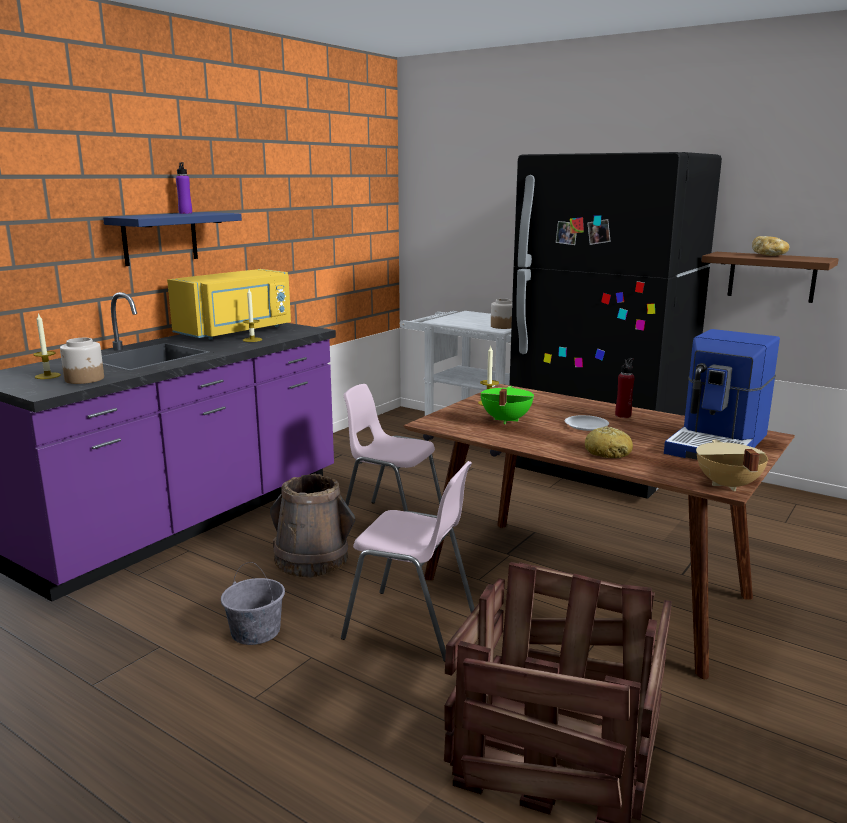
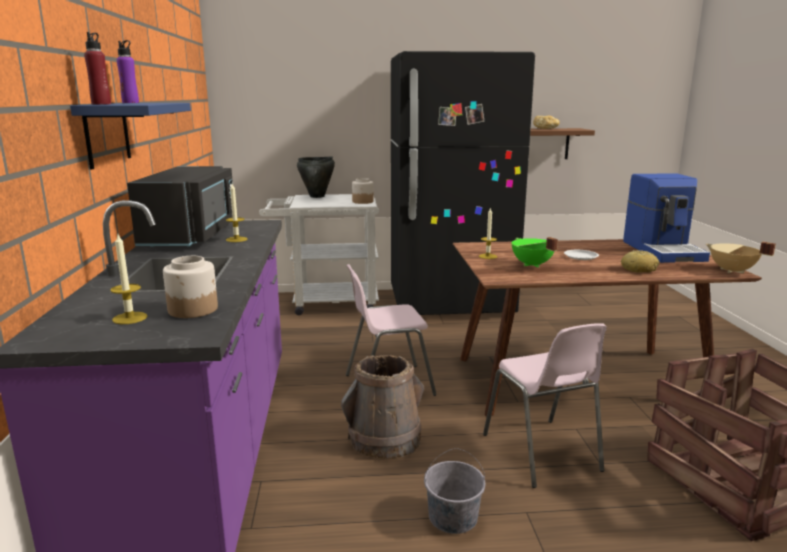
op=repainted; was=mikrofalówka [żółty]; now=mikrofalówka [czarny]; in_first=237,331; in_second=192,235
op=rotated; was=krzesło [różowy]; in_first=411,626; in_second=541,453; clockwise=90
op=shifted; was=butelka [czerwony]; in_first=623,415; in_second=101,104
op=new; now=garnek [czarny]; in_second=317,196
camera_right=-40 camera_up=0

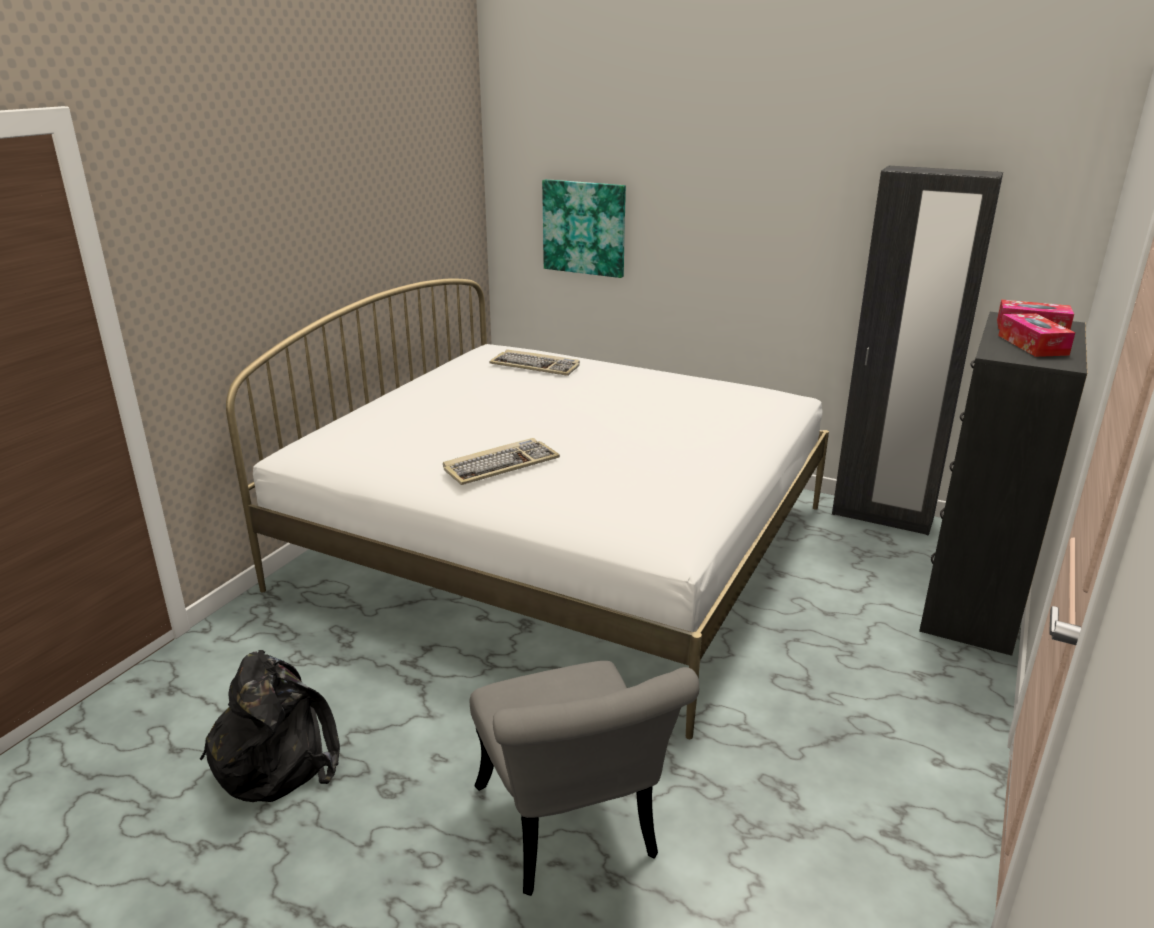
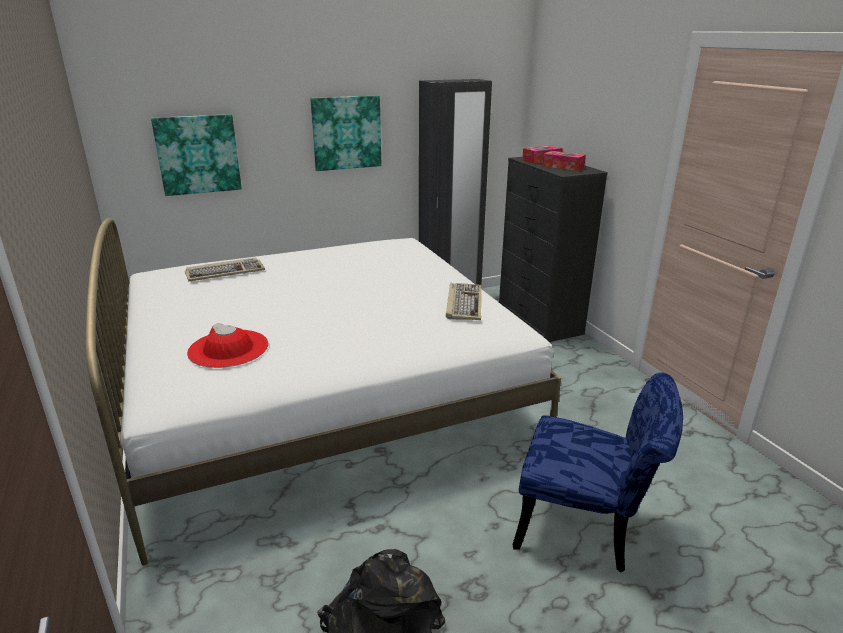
op=shifted; was=klawiatura; in_first=501,465; in_second=463,303
op=repainted; was=krzesło [szary]; now=krzesło [niebieski]; in_first=572,833; in_second=587,528
op=new; now=kapelusz [czerwony]; in_second=228,349
op=new; now=obraz; in_second=346,133
camera_right=-50 camera_up=0

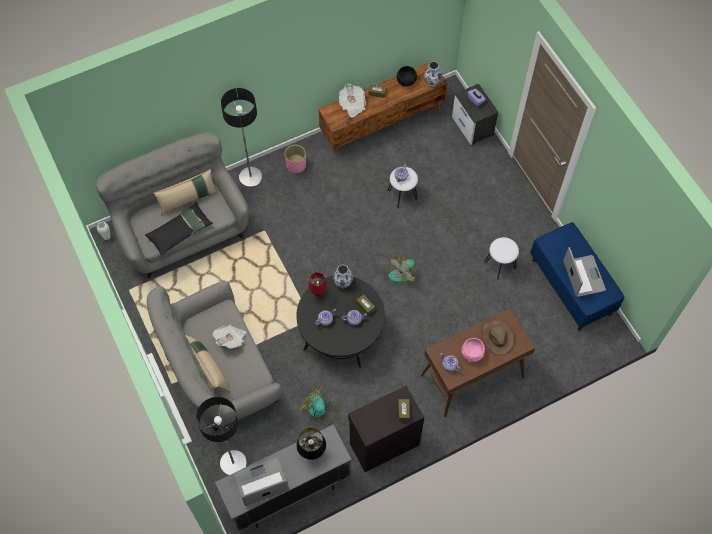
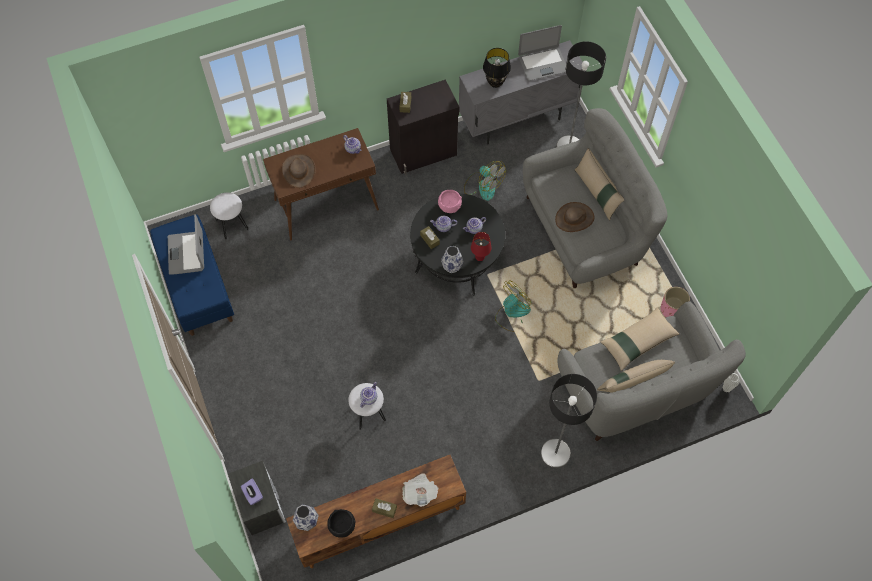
op=repainted; was=poduszka [czarny]; now=poduszka [beżowy]; in_first=180,232; in_second=638,341
op=swapped; was=gazeta; now=kapelusz [brązowy]; in_first=231,339; in_second=574,218
op=shifted; was=donica [różowy]; in_first=296,165; in_second=671,309
op=shifted; was=wentylator; in_first=404,272; in_second=512,313
op=shifted; was=miska [różowy]; in_first=472,353; in_second=449,206
op=shifted; was=stołek [biały]; in_first=500,265; in_second=232,224
camera_right=-175 camera_up=0

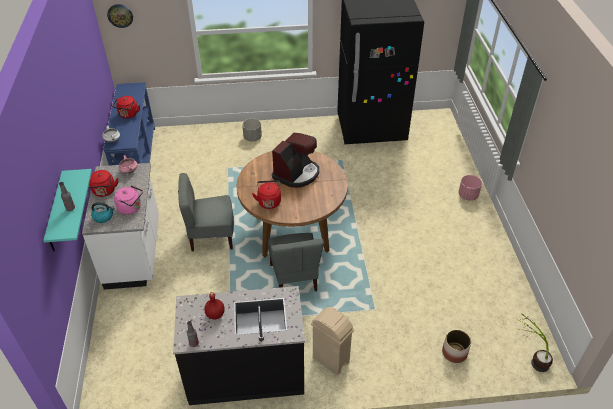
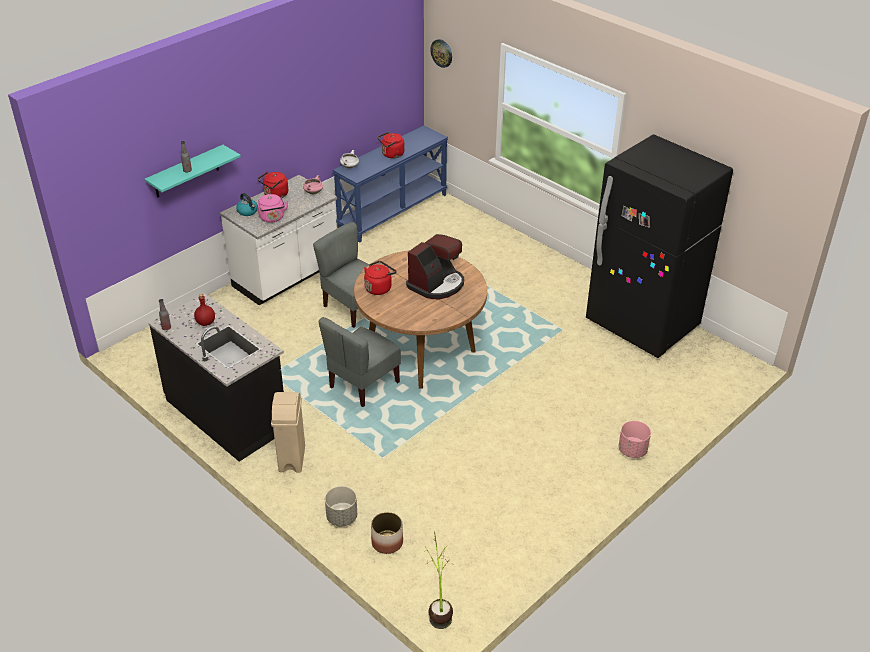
op=shifted; was=donica [szary]; in_first=252,138; in_second=341,517
op=rotated; was=ekspres do kawy; in_first=296,174; in_second=436,284; clockwise=-45
camera_right=50 camera_up=-5

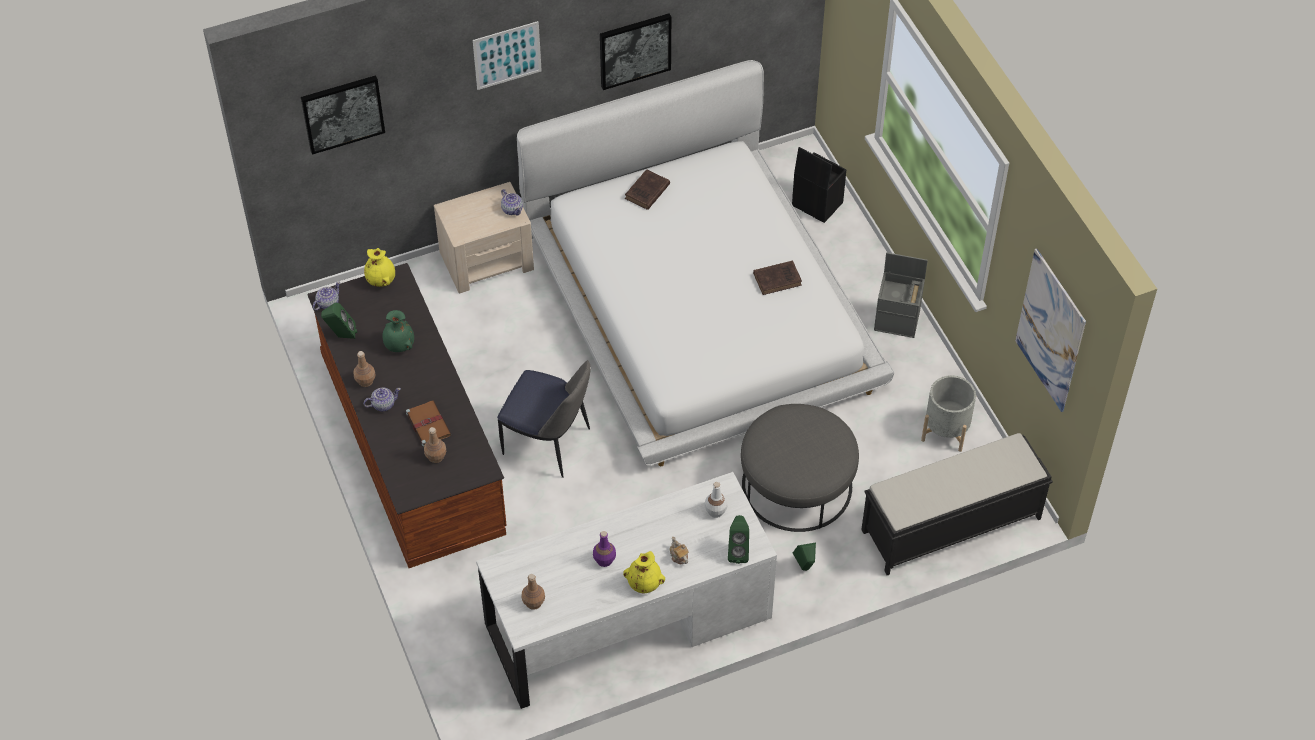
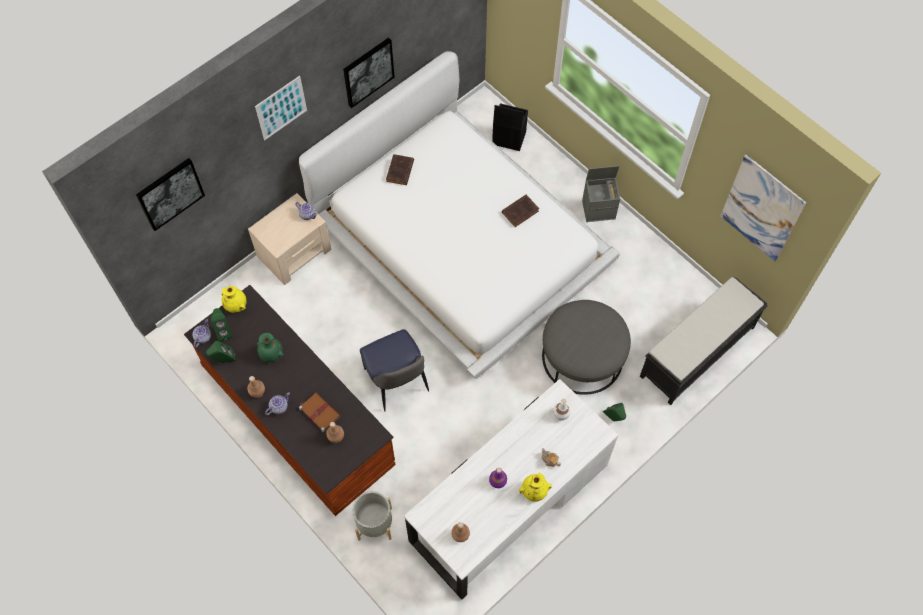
op=rotated; was=krzesło; in_first=549,443; in_second=397,382; clockwise=60
op=shifted; was=głośnik [zielony]; in_first=738,551; in_second=224,331
op=shifted; was=donica [szary]; in_first=946,430; in_second=374,523
camera_right=-20 camera_up=10

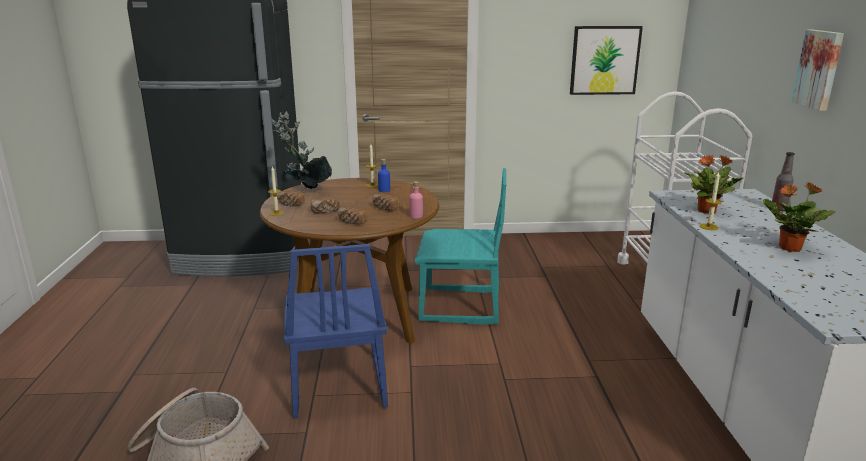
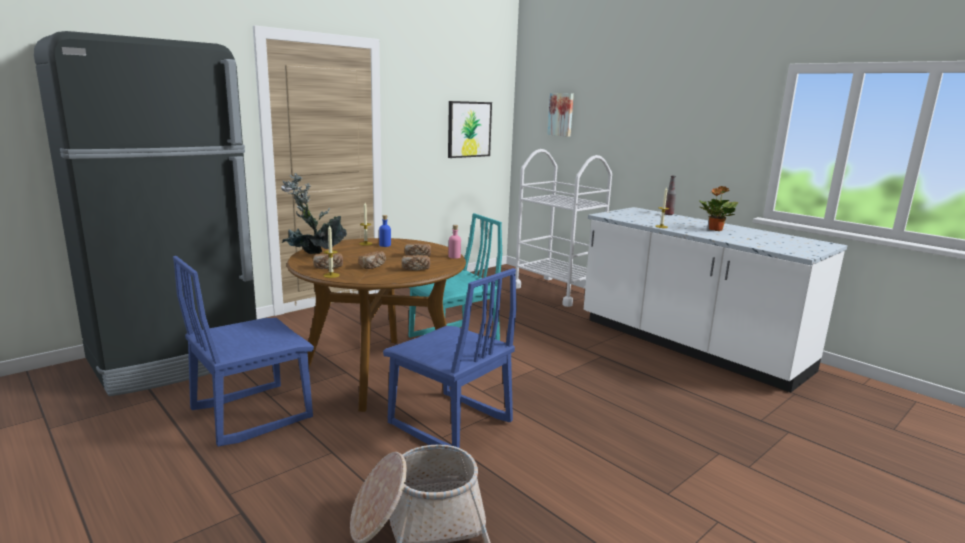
op=gone; was=roślina doniczkowa; in_first=707,211
op=shifted; was=obraz; in_first=819,69; in_second=561,114
op=new; now=krzesło [niebieski]; in_second=251,414
camera_right=-40 camera_up=-5

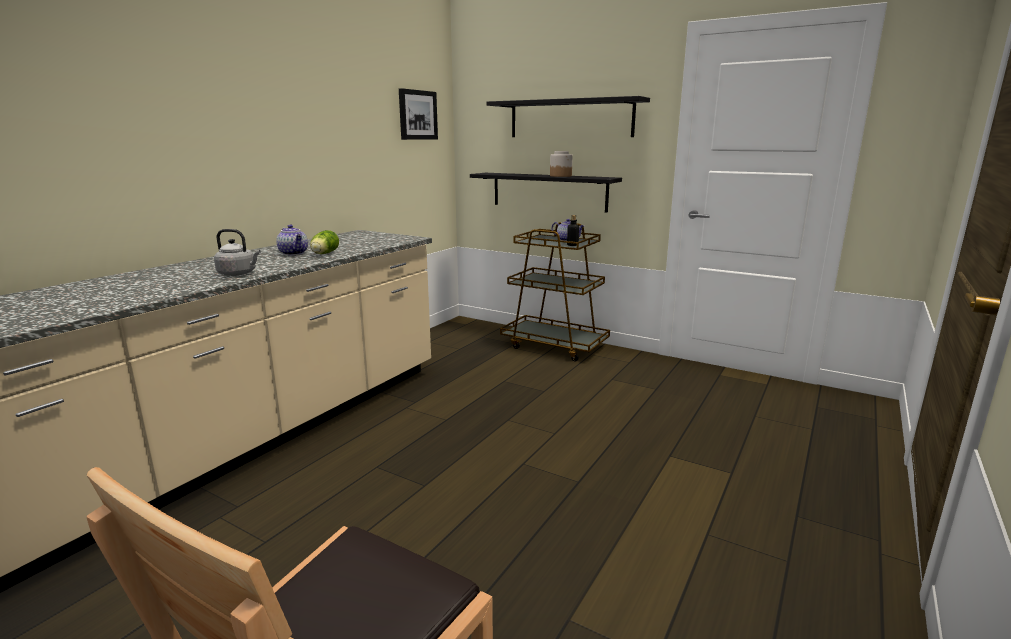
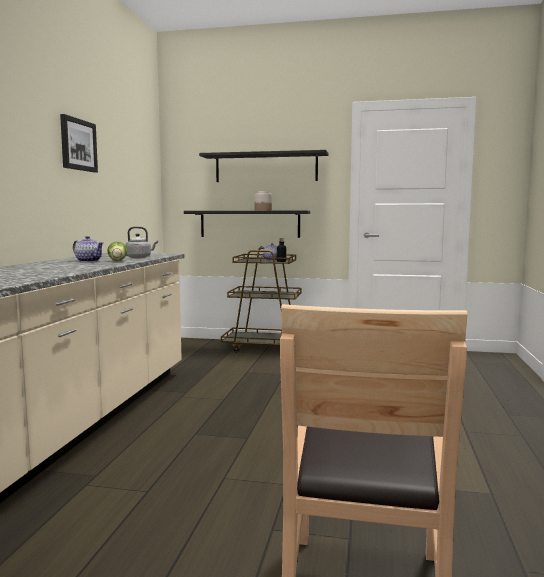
op=shifted; was=czajnik [szary]; in_first=239,274; in_second=140,257
op=shifted; was=obraz; in_first=417,115; in_second=78,145
camera_right=-20 camera_up=-10

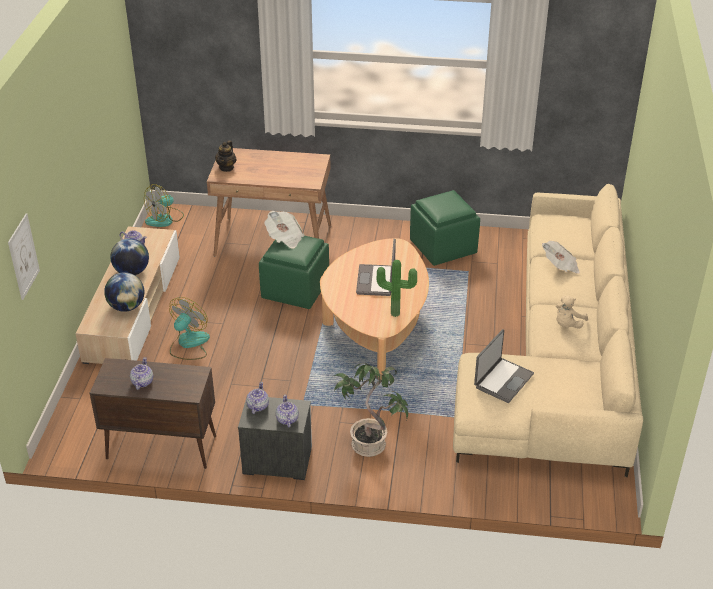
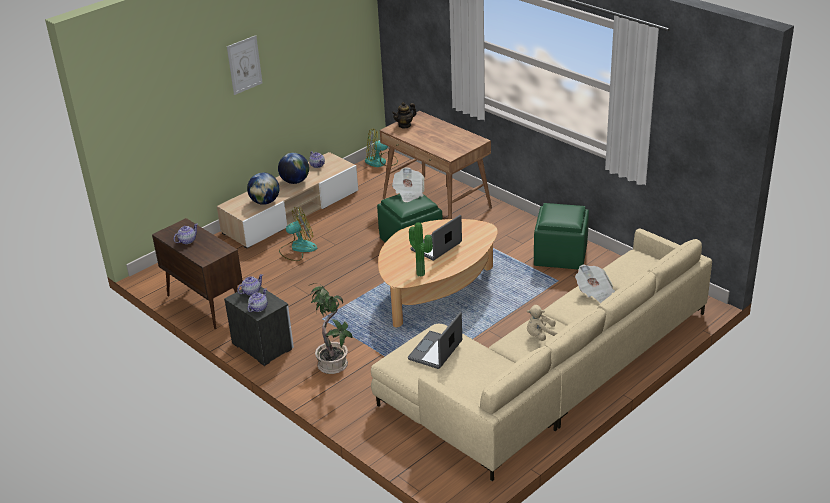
op=shifted; was=obraz; in_first=23,256; in_second=244,65
op=rotated; was=laptop; in_first=502,380; in_second=436,351; clockwise=135
camera_right=40 camera_up=-5

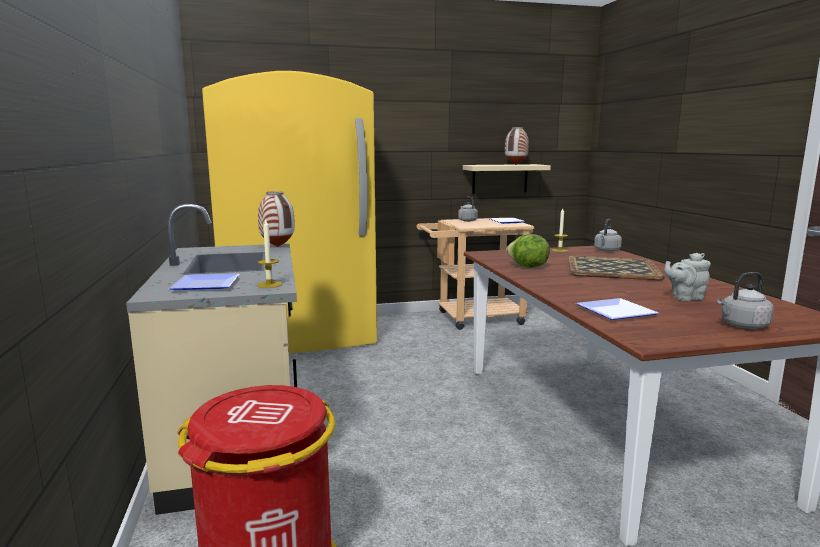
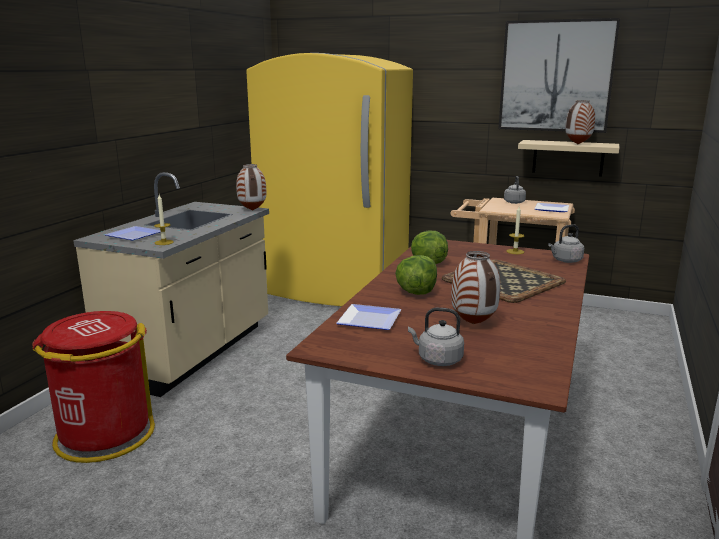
op=swapped; was=imbryk [szary]; now=wazon; in_first=685,298; in_second=474,324
op=new; now=sałata; in_second=416,292
op=new; now=obraz; in_second=556,76
camera_right=35 camera_up=5

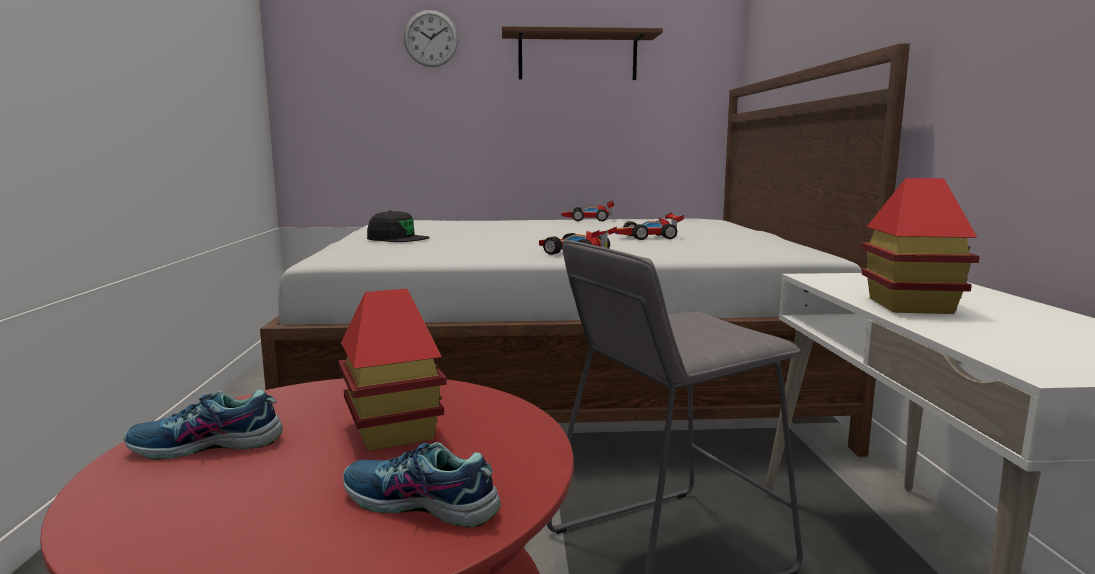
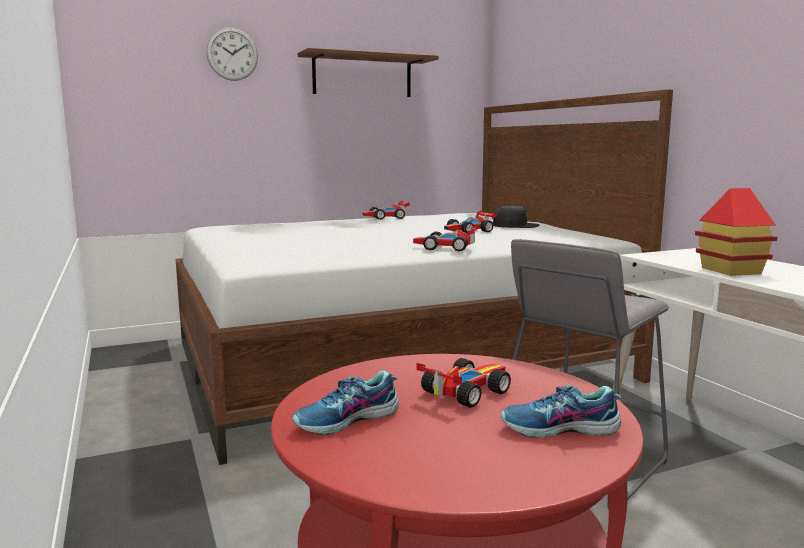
op=swapped; was=domek; now=samochodzik; in_first=393,431; in_second=465,391
op=shifted; was=czapka z daszkiem [czarny]; in_first=397,238; in_second=514,225
camera_right=-20 camera_up=0

